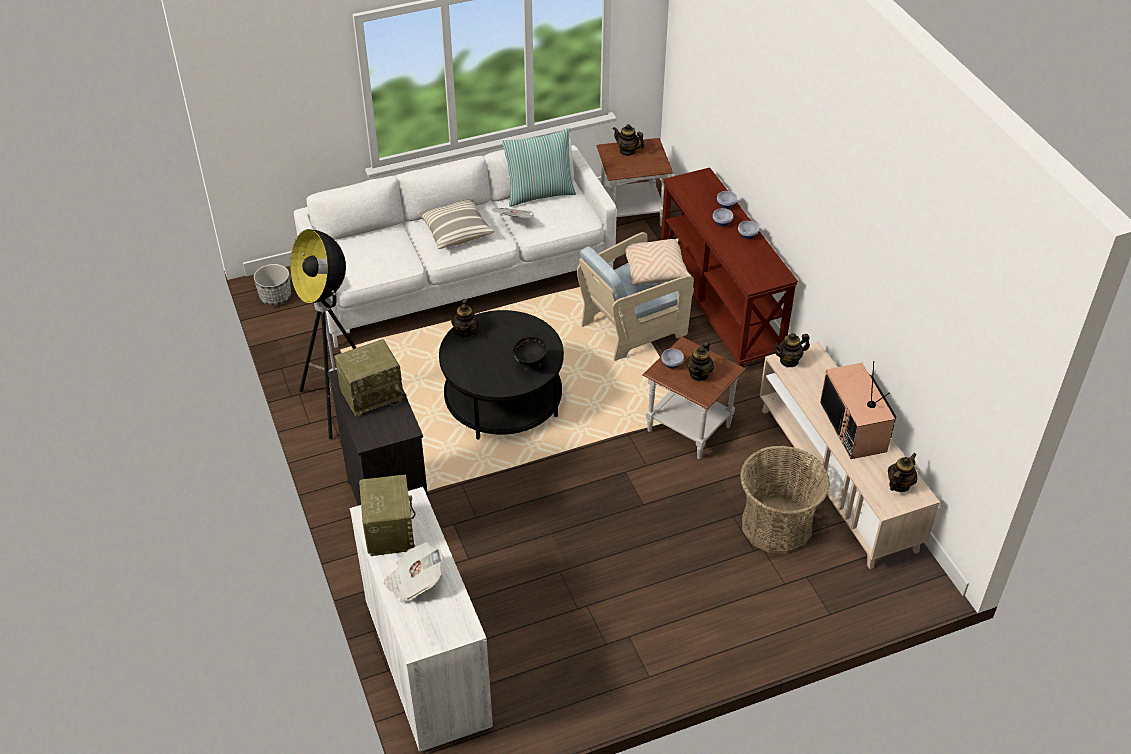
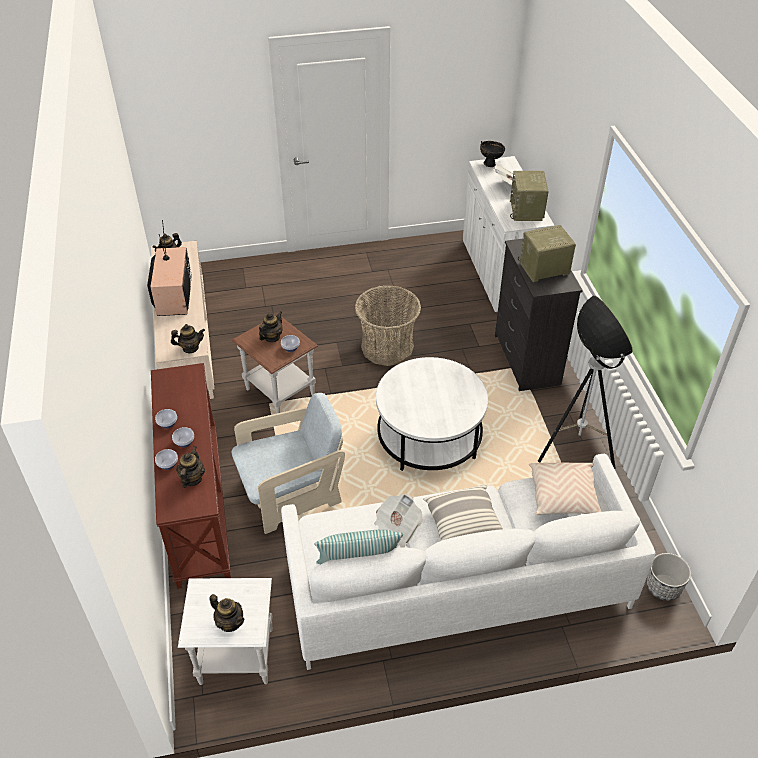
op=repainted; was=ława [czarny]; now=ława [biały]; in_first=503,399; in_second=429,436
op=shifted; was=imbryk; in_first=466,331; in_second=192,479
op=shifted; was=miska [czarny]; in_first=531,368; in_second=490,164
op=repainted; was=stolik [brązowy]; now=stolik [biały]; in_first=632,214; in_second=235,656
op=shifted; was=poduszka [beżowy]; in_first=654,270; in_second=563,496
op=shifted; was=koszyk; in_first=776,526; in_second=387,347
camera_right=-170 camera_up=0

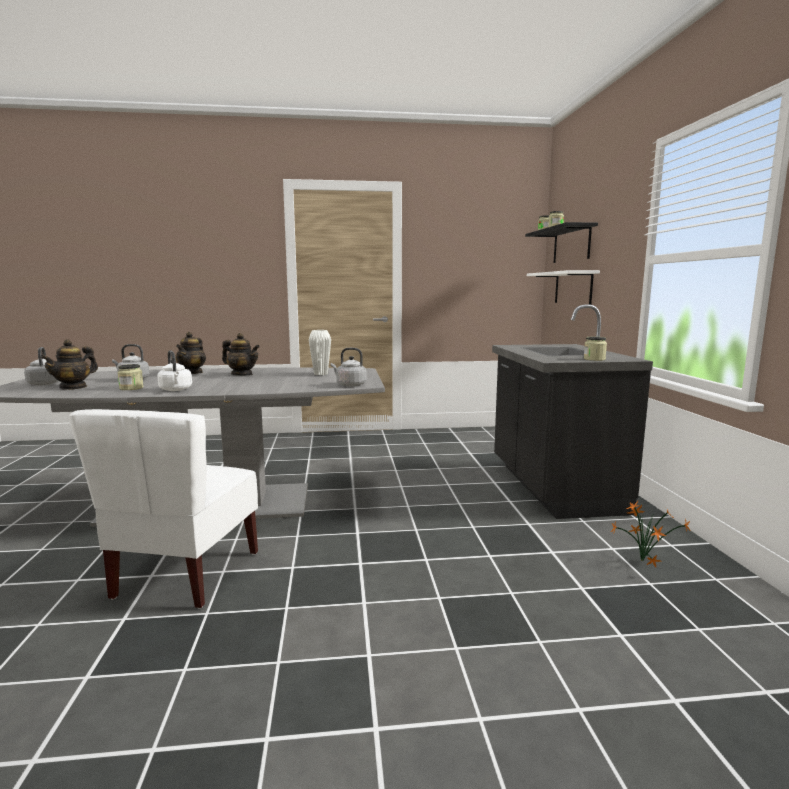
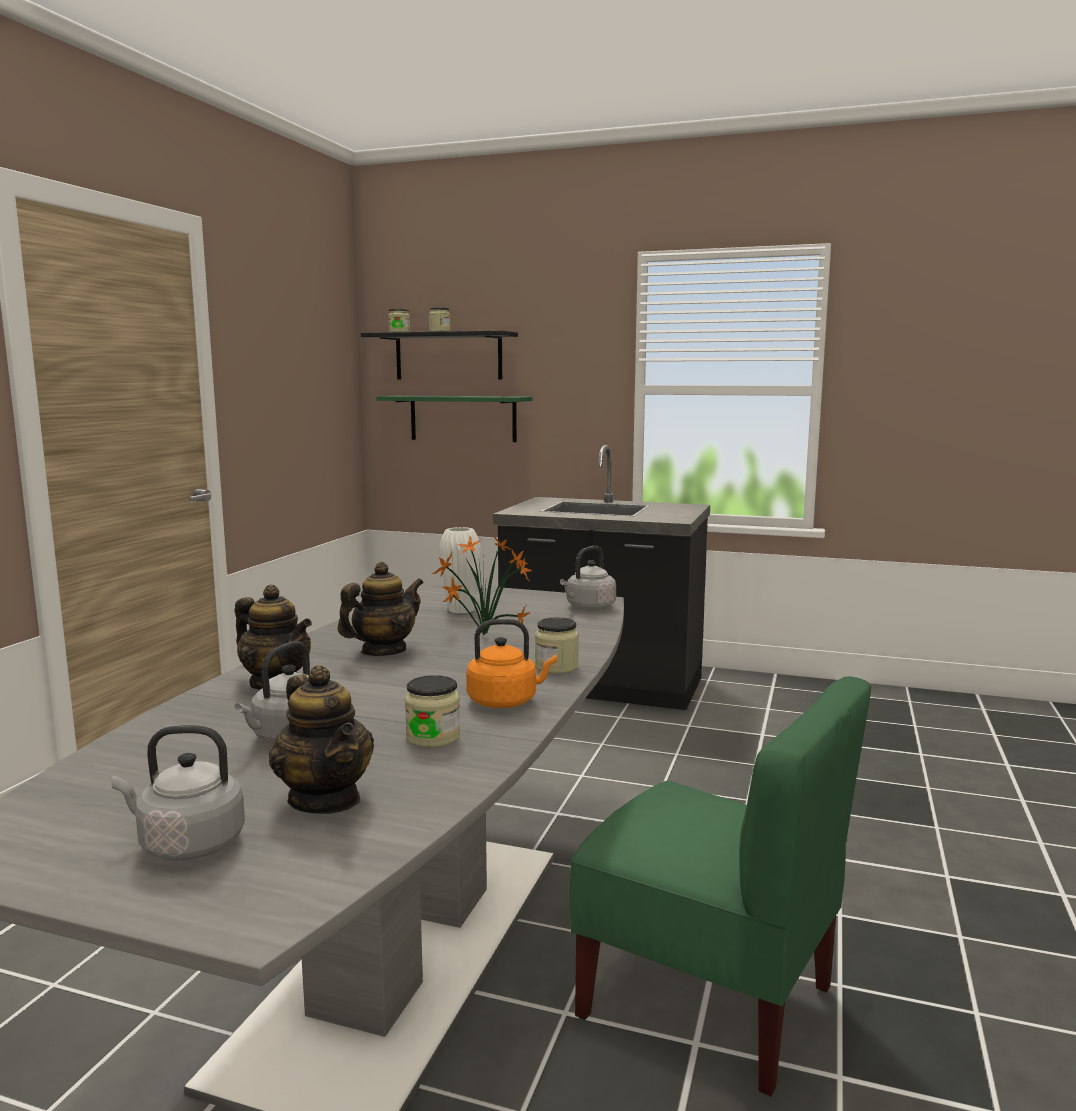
op=repainted; was=krzesło [biały]; now=krzesło [zielony]; in_first=185,574; in_second=709,1000
op=repainted; was=czajnik [biały]; now=czajnik [pomarańczowy]; in_first=176,390; in_second=506,701
op=repainted; was=półka [biały]; now=półka [zielony]; in_first=573,288; in_second=463,418
op=shifted; was=słoik; in_first=594,359; in_second=556,667
op=shifted; was=roślina doniczkowa; in_first=642,560; in_second=482,635
camera_right=-65 camera_up=0

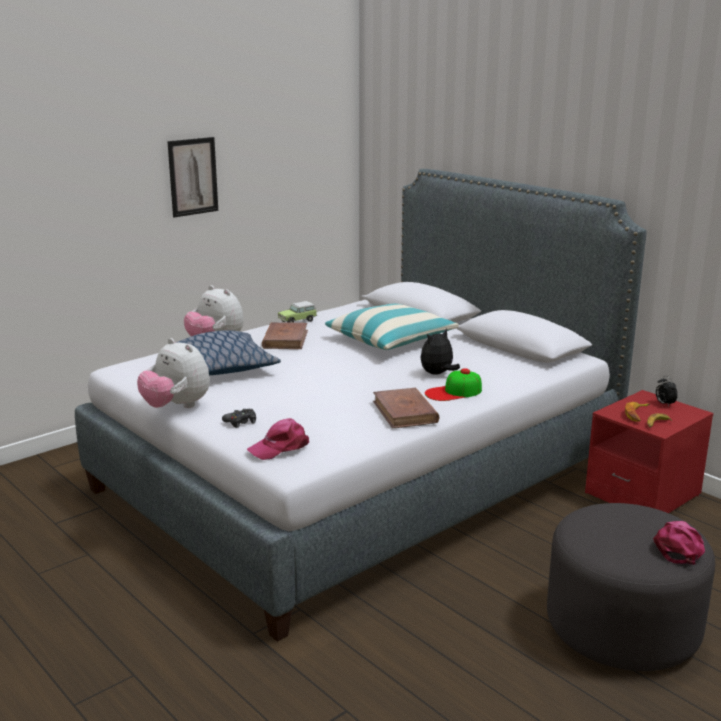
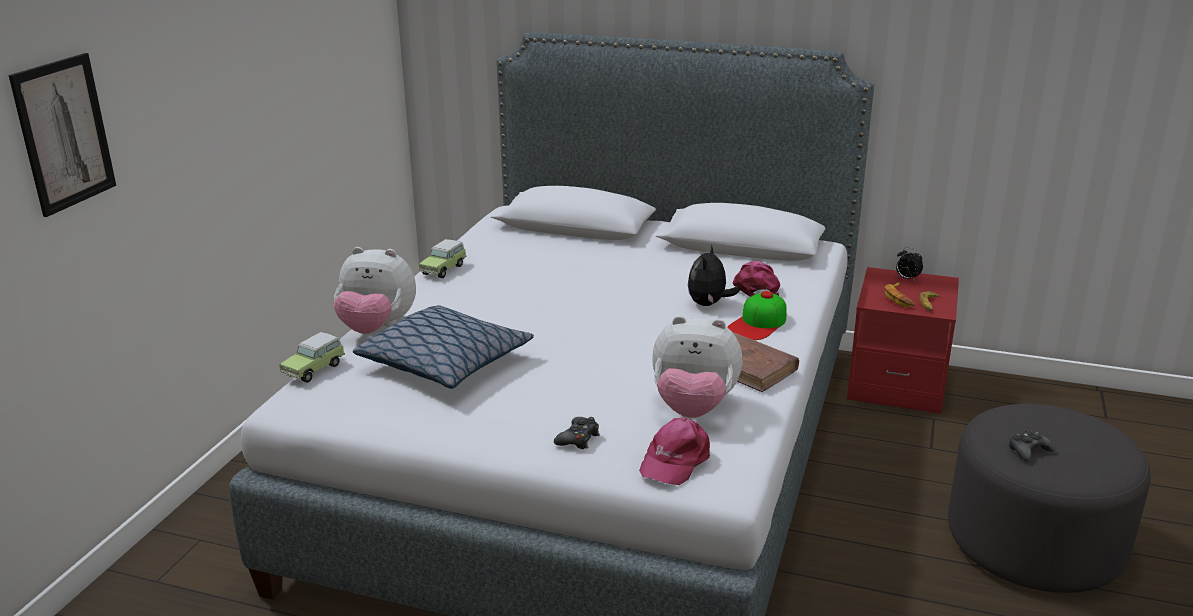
op=shifted; was=pluszak; in_first=176,407; in_second=693,408
op=shifted; was=obraz; in_first=193,176; in_second=64,133
op=gone; was=książka [brązowy]; in_first=285,339
op=gone; was=poduszka; in_first=390,340
op=shifted; was=czapka z daszkiem [różowy]; in_first=679,547; in_second=755,286
op=new; now=samochodzik; in_second=315,369
op=new; now=pad do gier [czarny]; in_second=1029,451
camera_right=-30 camera_up=5

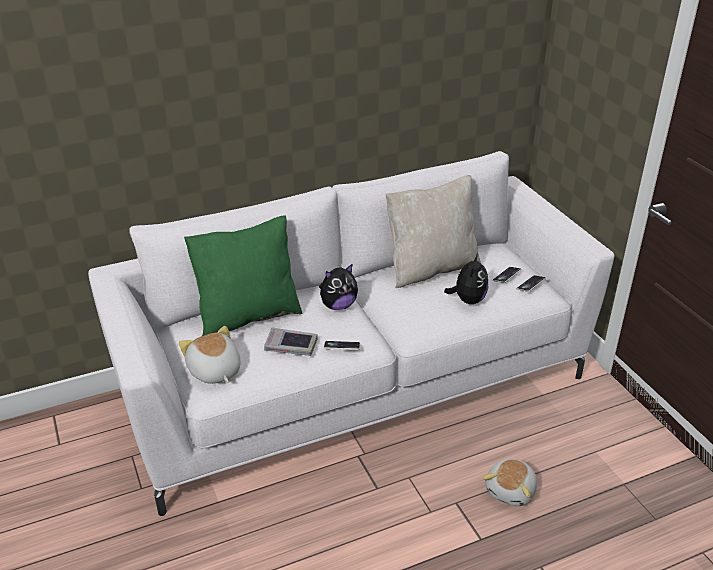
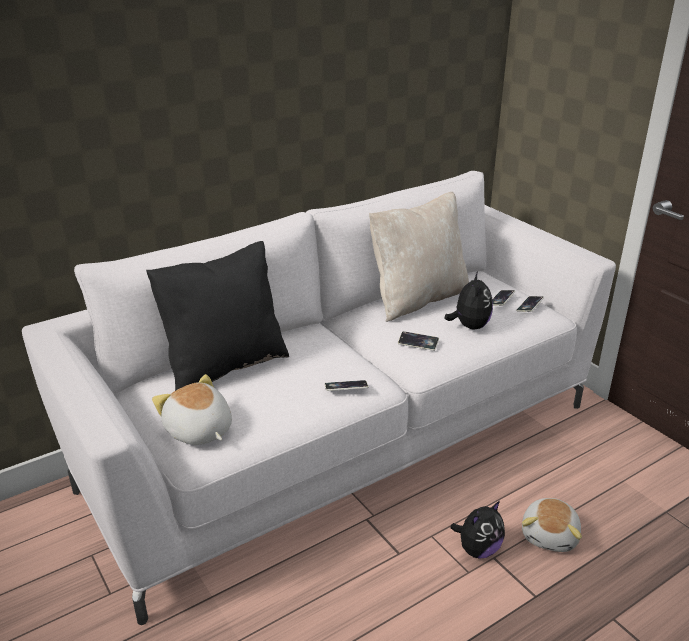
op=repainted; was=poduszka [zielony]; now=poduszka [czarny]; in_first=248,315; in_second=225,365
op=gone; was=książka; in_first=291,346
op=shifted; was=pluszak; in_first=338,305; in_second=478,549
op=new; now=telefon; in_second=418,343
camera_right=-10 camera_up=-5

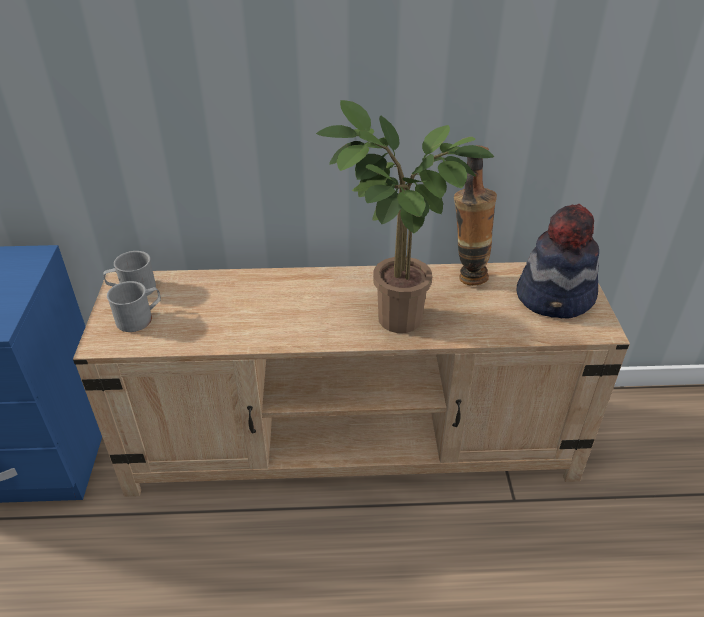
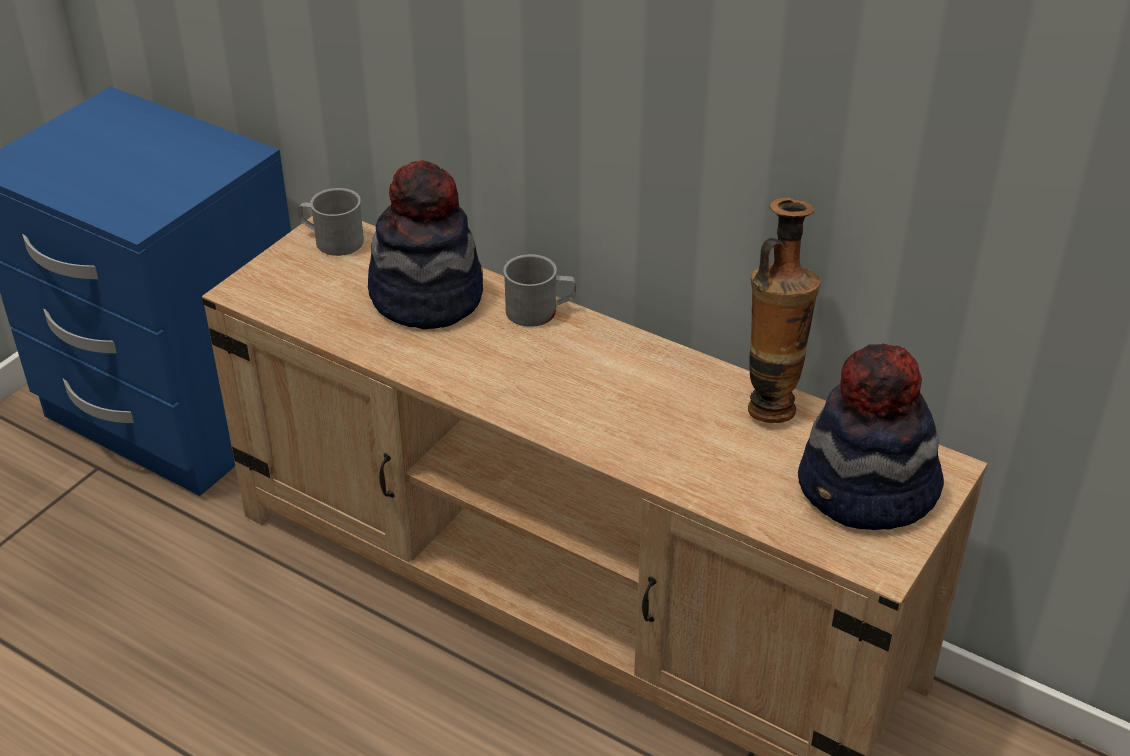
op=shifted; was=kubek [szary]; in_first=140,318; in_second=540,311
op=gone; was=roślina doniczkowa; in_first=393,322
op=new; now=kapelusz; in_second=426,296
camera_right=35 camera_up=0

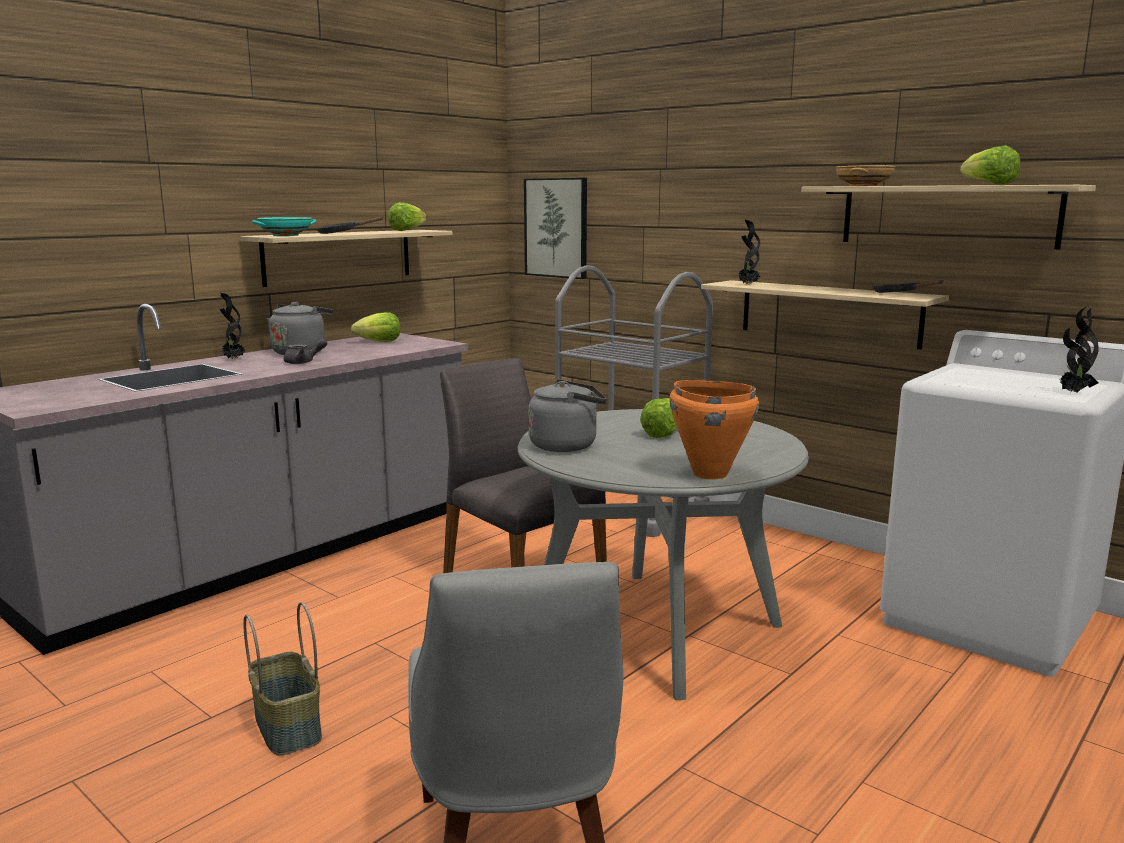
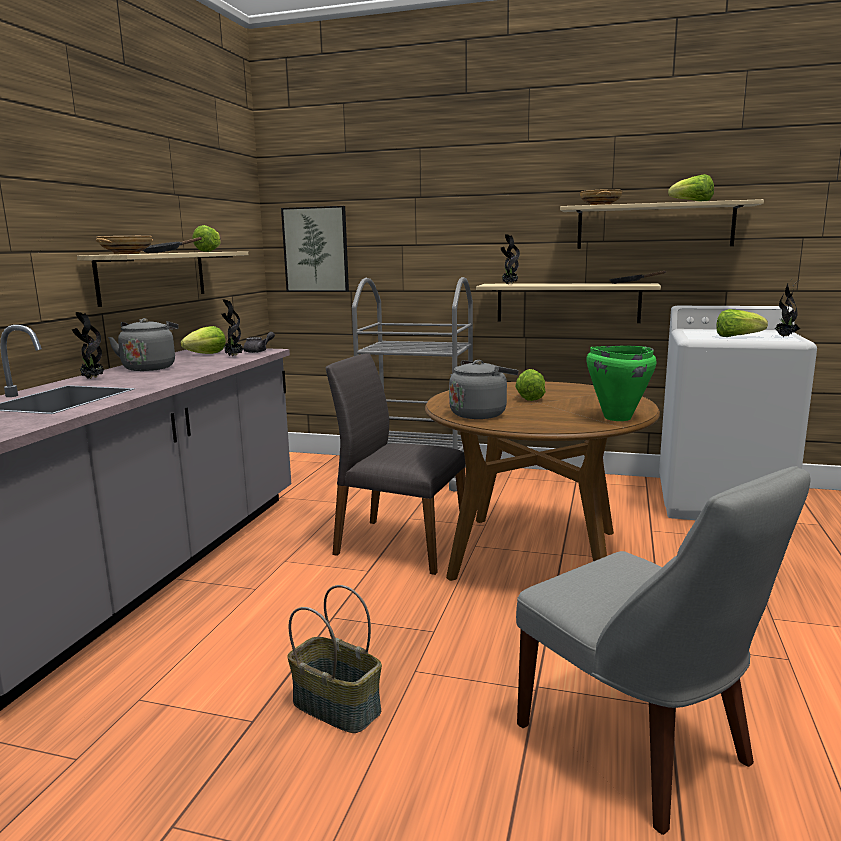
op=repainted; was=miska [turkusowy]; now=miska [beżowy]; in_first=285,235; in_second=126,253
op=shifted; was=imbryk [szary]; in_first=303,362; in_second=259,351
op=repainted; was=stół jadalny [szary]; now=stół jadalny [brązowy]; in_first=655,628; in_second=535,554
op=repainted; was=garnek [pomarańczowy]; now=garnek [zielony]; in_first=709,474; in_second=616,418
op=new; now=roślina doniczkowa; in_second=233,356
op=new; now=sałata; in_second=737,337
camera_right=-25 camera_up=0

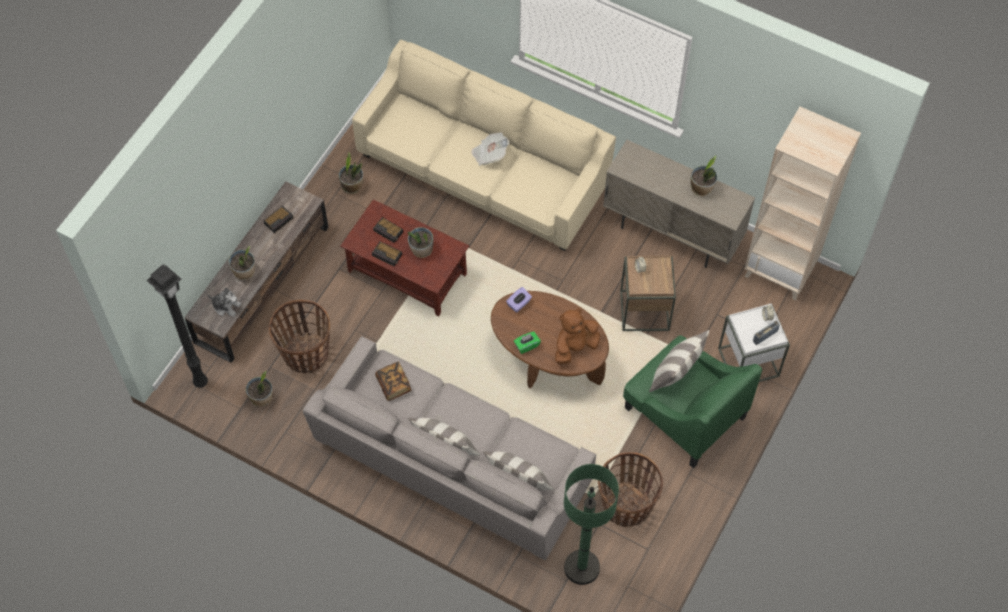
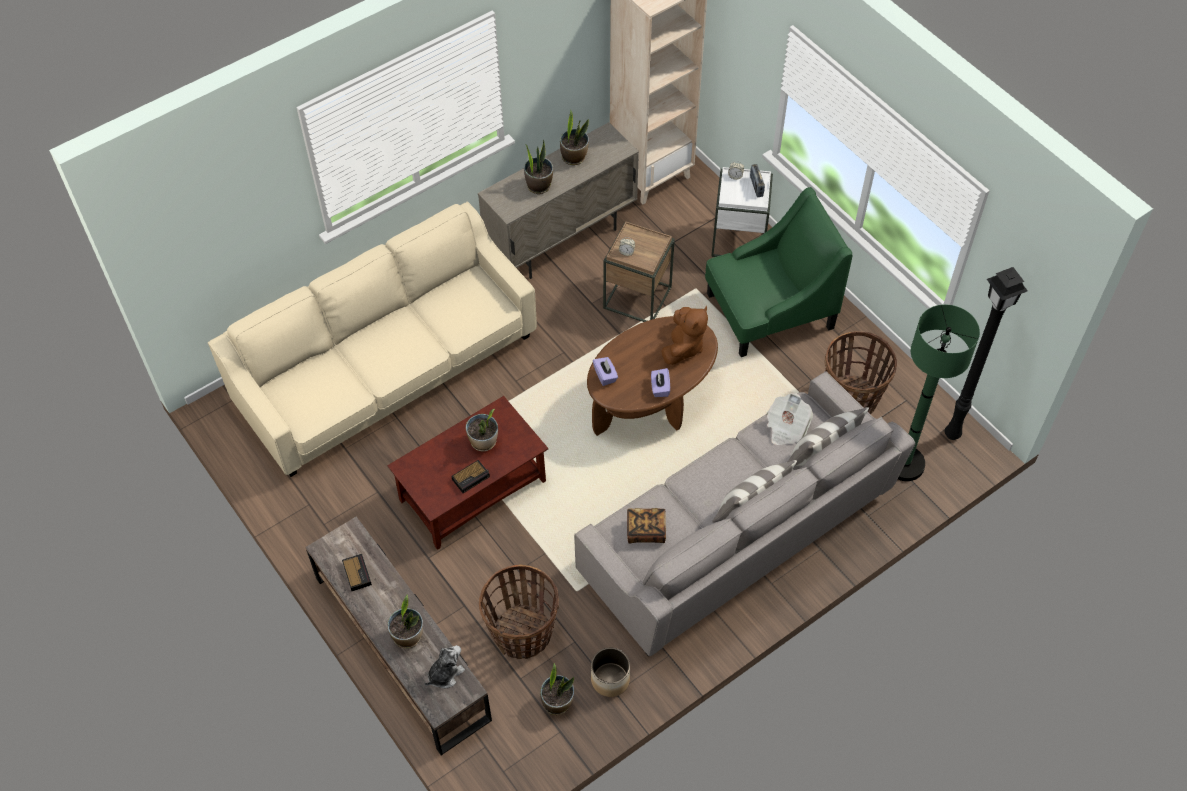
op=shifted; was=lampa stojąca [czarny]; in_first=200,381; in_second=950,433
op=shifted; was=roślina doniczkowa; in_first=352,186; in_second=539,185
op=gone; was=budzik; in_first=388,231
op=shifted; was=gazeta; in_first=489,154; in_second=786,427
op=repainted; was=pudełko chusteczek [zielony]; now=pudełko chusteczek [fioletowy]; in_first=526,345; in_second=660,388
op=rotated; was=pluszak [brązowy]; in_first=575,347; in_second=683,347; clockwise=-150
op=gone; was=poduszka; in_first=675,375
op=new; now=donica; in_second=610,680
camera_right=-65 camera_up=-5

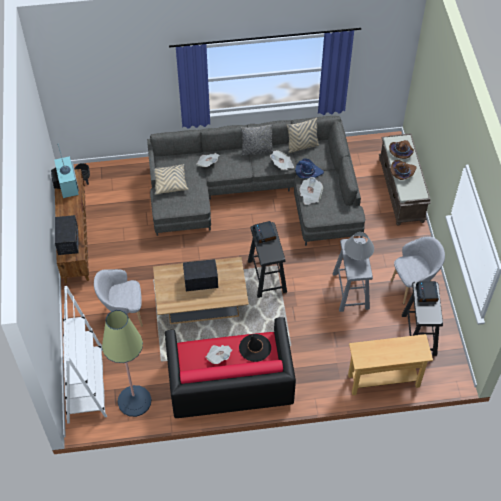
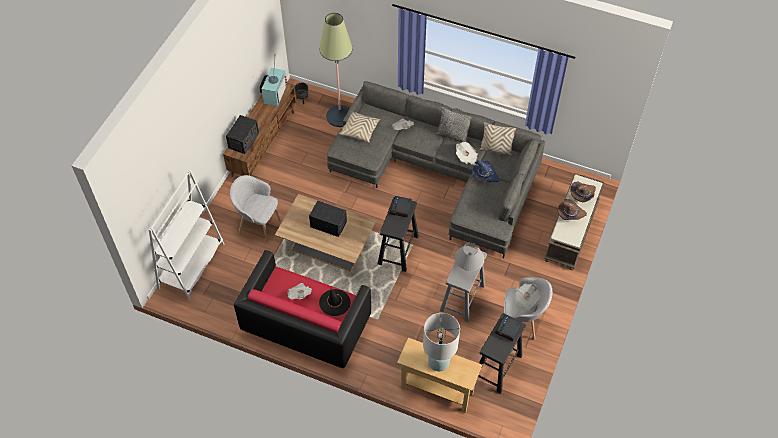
op=shifted; was=lampa stojąca; in_first=134,401; in_second=340,116
op=shifted; was=gazeta; in_first=310,195; in_second=525,301
op=new; now=lampa stołowa [biały]; in_second=438,362
camera_right=30 camera_up=0

